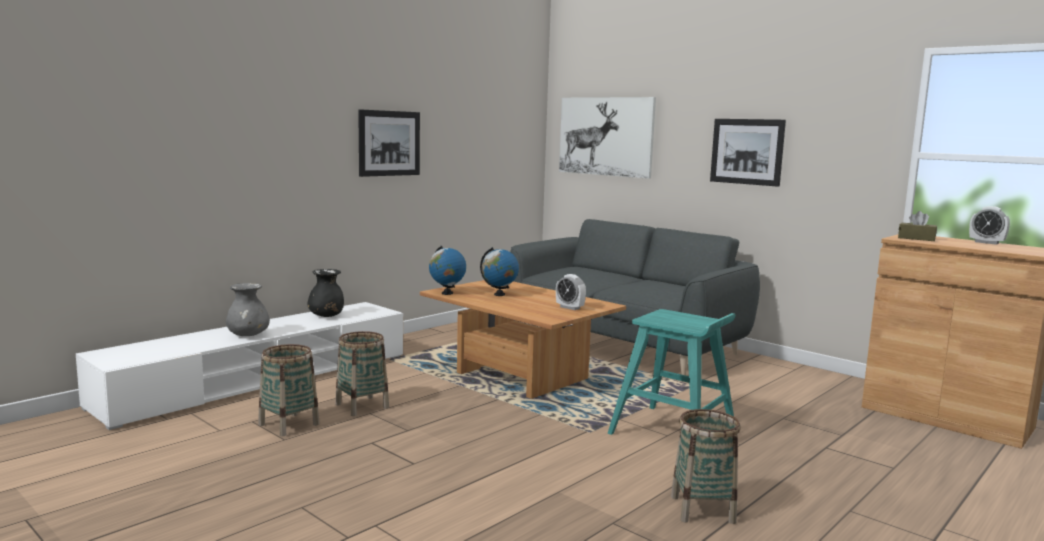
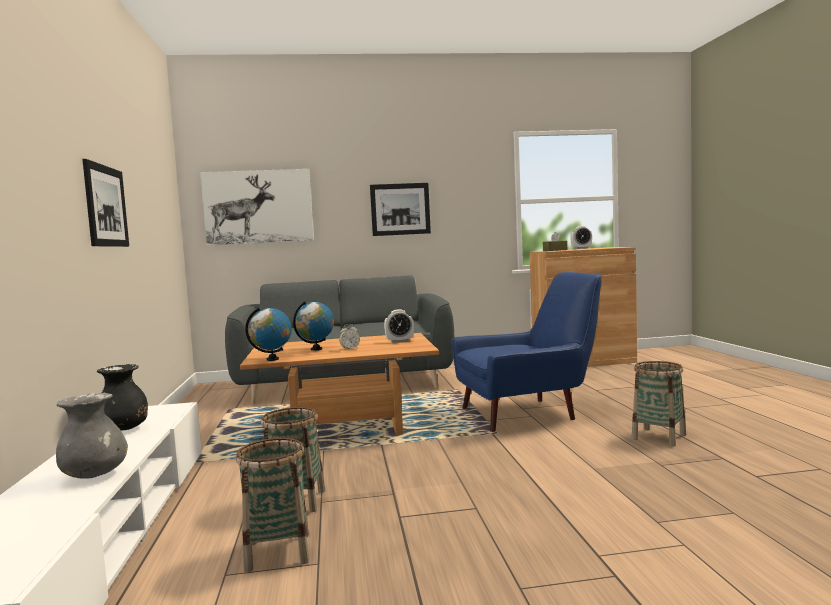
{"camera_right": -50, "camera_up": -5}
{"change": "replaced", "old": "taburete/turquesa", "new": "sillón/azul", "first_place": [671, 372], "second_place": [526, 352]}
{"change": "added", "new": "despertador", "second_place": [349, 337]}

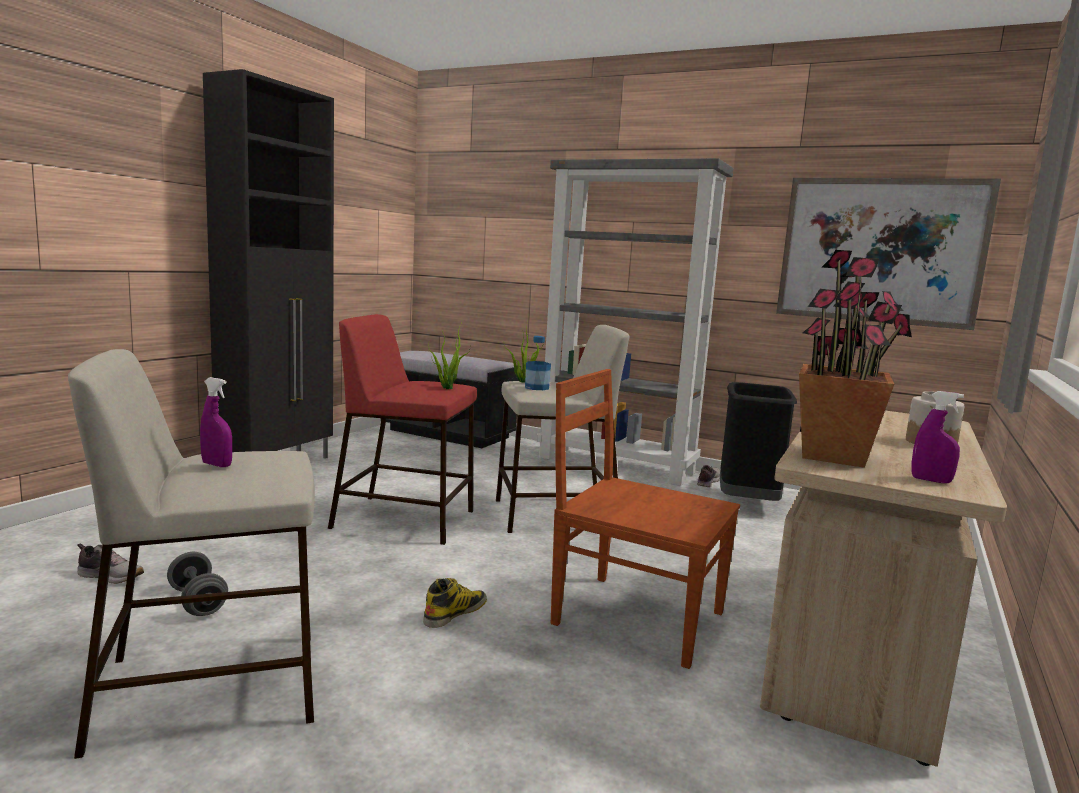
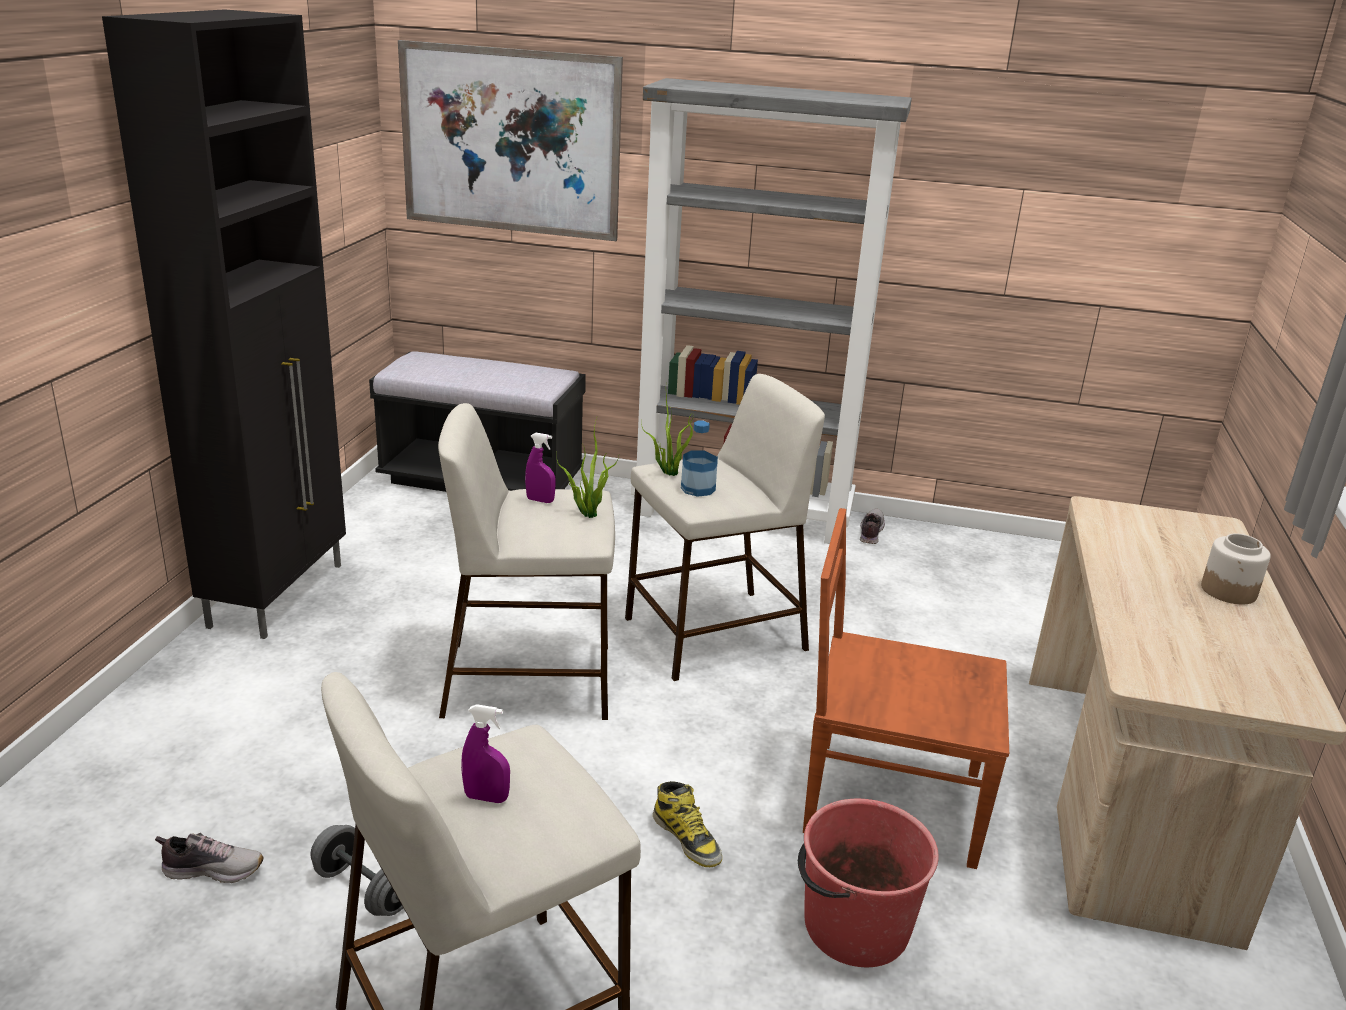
{"camera_right": -15, "camera_up": 15}
{"change": "moved", "old": "cuadro", "first_place": [888, 254], "second_place": [510, 140]}
{"change": "removed", "old": "planta en maceta", "first_place": [855, 359]}
{"change": "recoloured", "old": "taburete/rojo", "new": "taburete/beis", "first_place": [402, 429], "second_place": [526, 561]}
{"change": "removed", "old": "papelera/negro", "first_place": [758, 441]}
{"change": "moved", "old": "pulverizador/morado", "first_place": [937, 437], "second_place": [540, 468]}
{"change": "turned", "old": "bota", "first_place": [455, 603], "second_place": [687, 824], "degrees": 120}
{"change": "added", "new": "cubo/rojo", "second_place": [868, 883]}

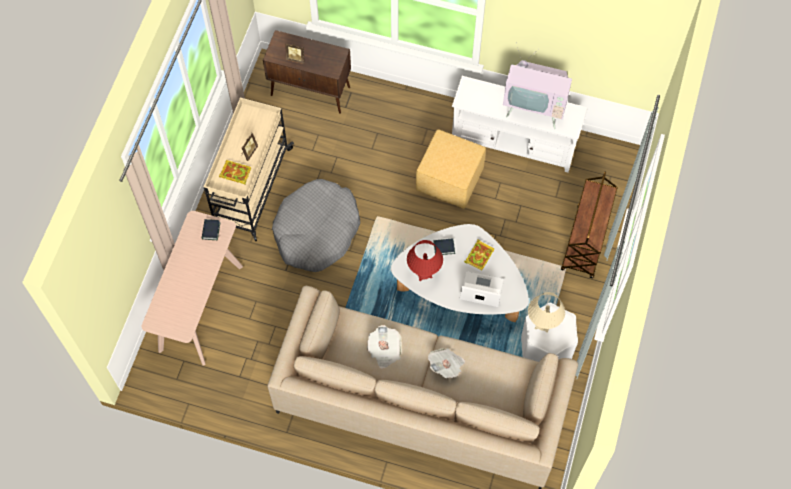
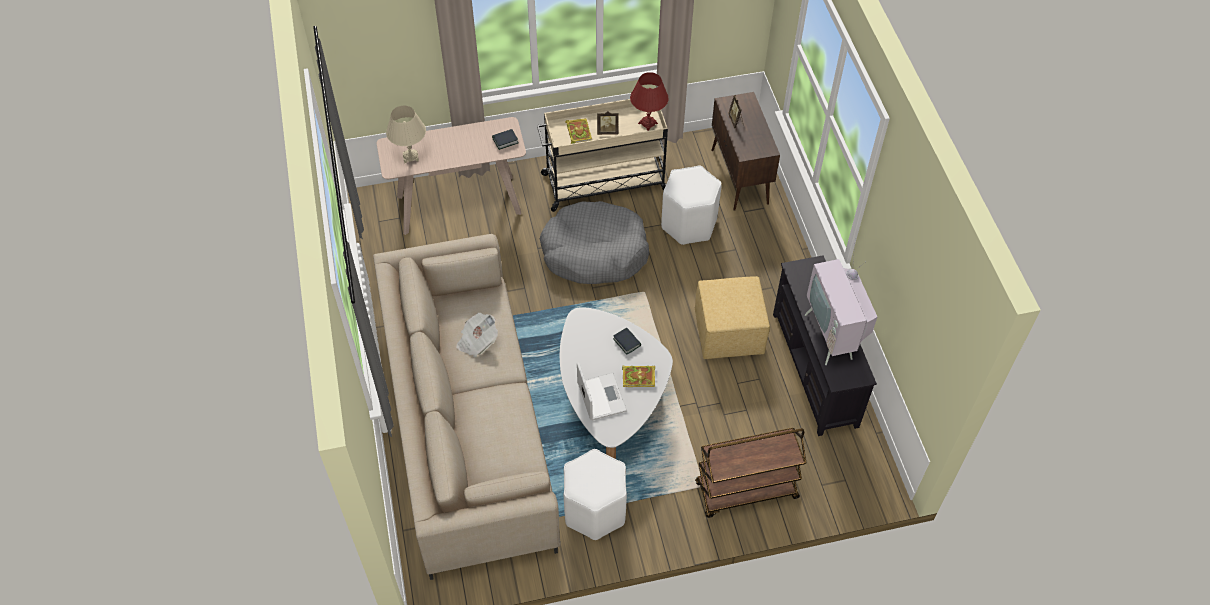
{"camera_right": 60, "camera_up": -10}
{"change": "recoloured", "old": "mueble de televisión/blanco", "new": "mueble de televisión/negro", "first_place": [520, 124], "second_place": [825, 345]}
{"change": "moved", "old": "lámpara de mesa/rojo", "first_place": [425, 260], "second_place": [649, 101]}
{"change": "moved", "old": "lámpara de mesa/beis", "first_place": [546, 312], "second_place": [406, 135]}
{"change": "removed", "old": "periódico", "first_place": [446, 363]}
{"change": "added", "new": "taburete/blanco", "second_place": [691, 205]}

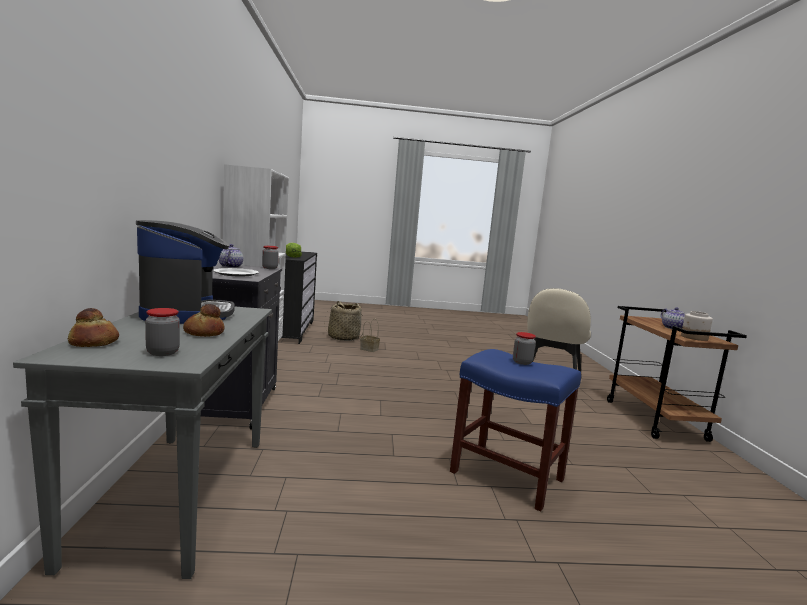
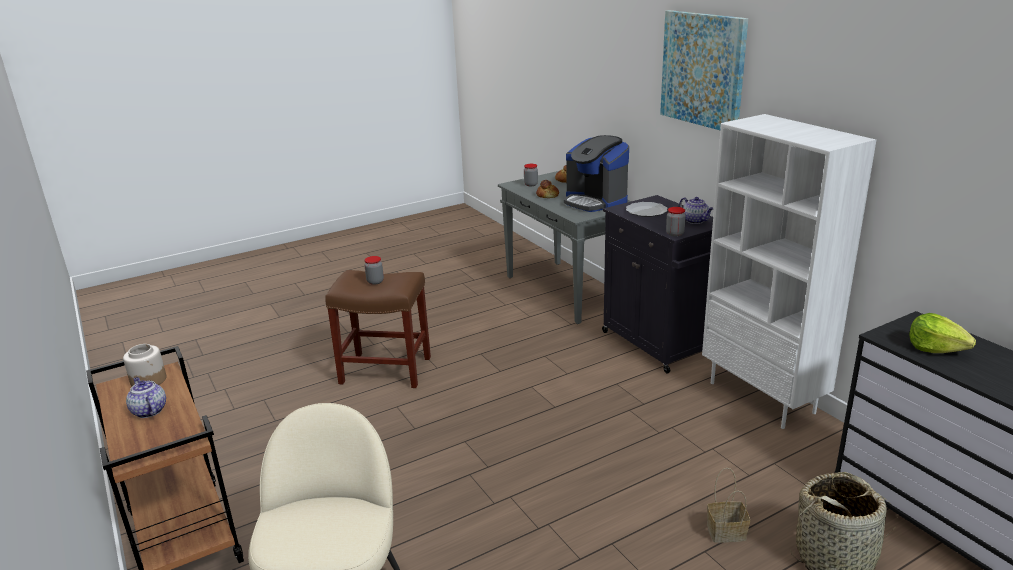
{"camera_right": 155, "camera_up": 15}
{"change": "recoloured", "old": "taburete/azul", "new": "taburete/marrón", "first_place": [515, 430], "second_place": [378, 329]}
{"change": "added", "new": "cuadro", "second_place": [704, 70]}

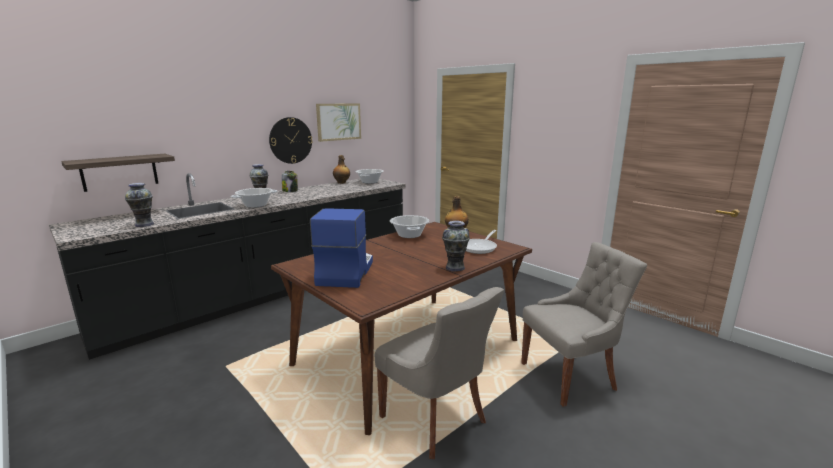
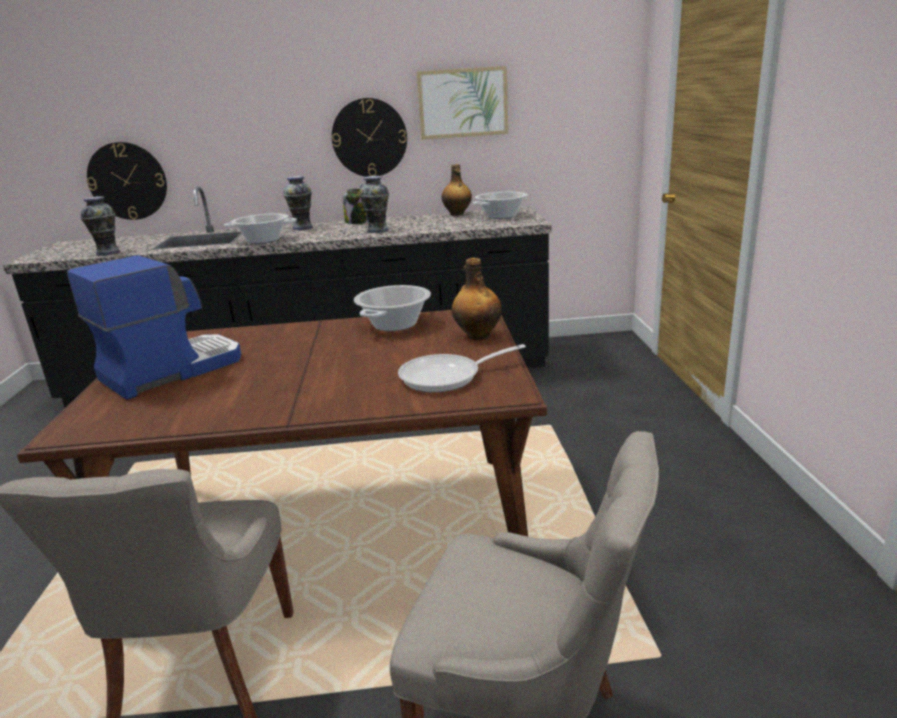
{"camera_right": 40, "camera_up": 5}
{"change": "replaced", "old": "estante", "new": "reloj de pared", "first_place": [118, 173], "second_place": [127, 181]}
{"change": "moved", "old": "florero", "first_place": [456, 246], "second_place": [374, 204]}

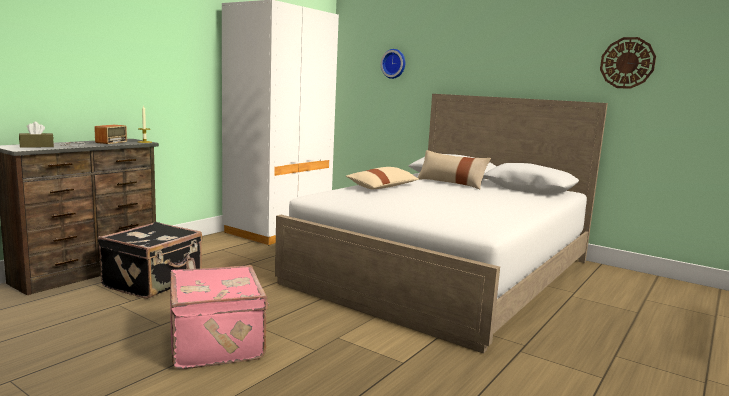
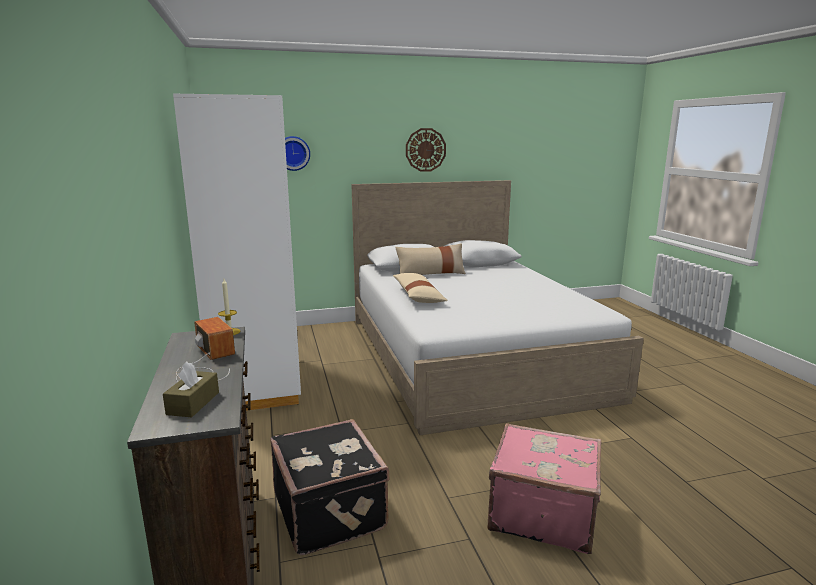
{"camera_right": -50, "camera_up": 5}
{"change": "moved", "old": "reloj de pared", "first_place": [628, 63], "second_place": [426, 150]}

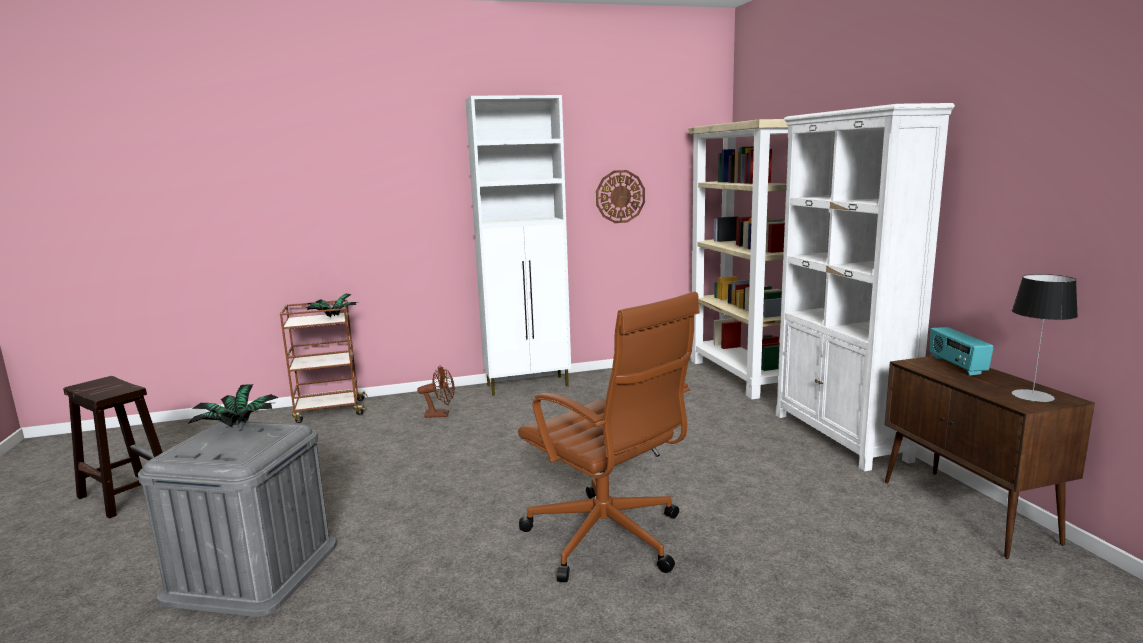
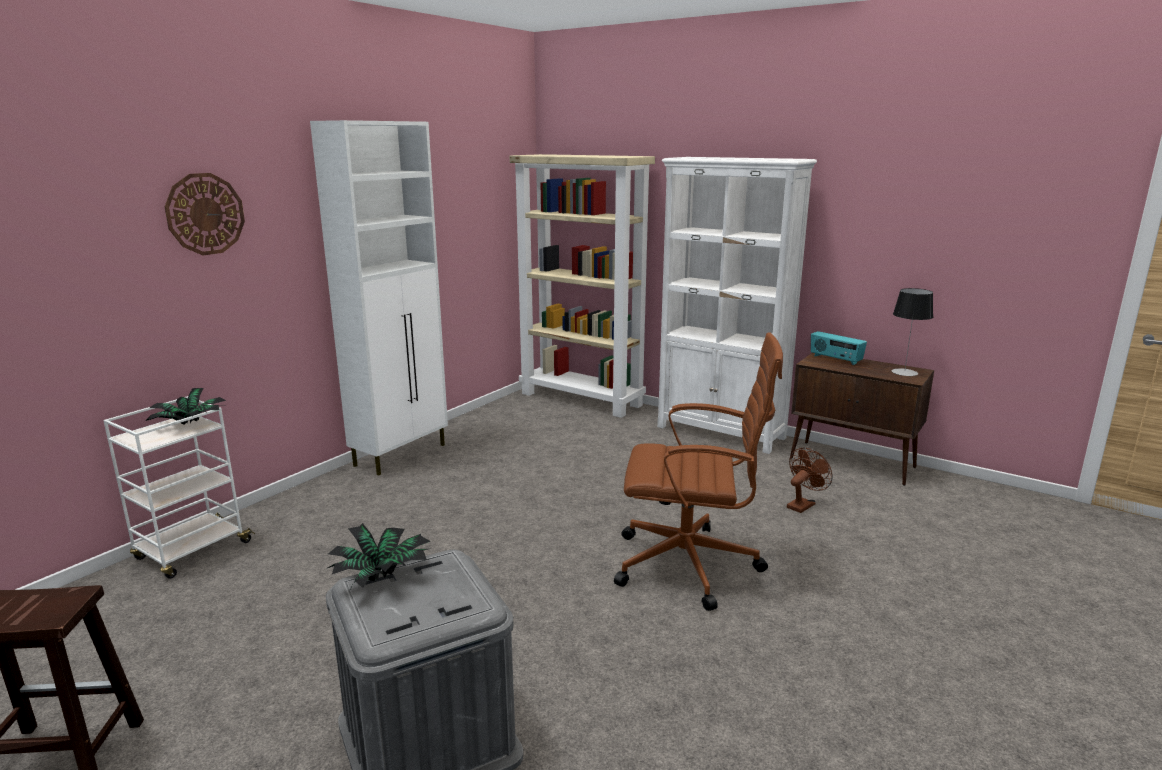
{"camera_right": -40, "camera_up": 5}
{"change": "moved", "old": "reloj de pared", "first_place": [620, 196], "second_place": [205, 214]}
{"change": "recoloured", "old": "carrito/marrón", "new": "carrito/blanco", "first_place": [323, 361], "second_place": [179, 487]}
{"change": "moved", "old": "ventilador/marrón", "first_place": [436, 392], "second_place": [810, 480]}

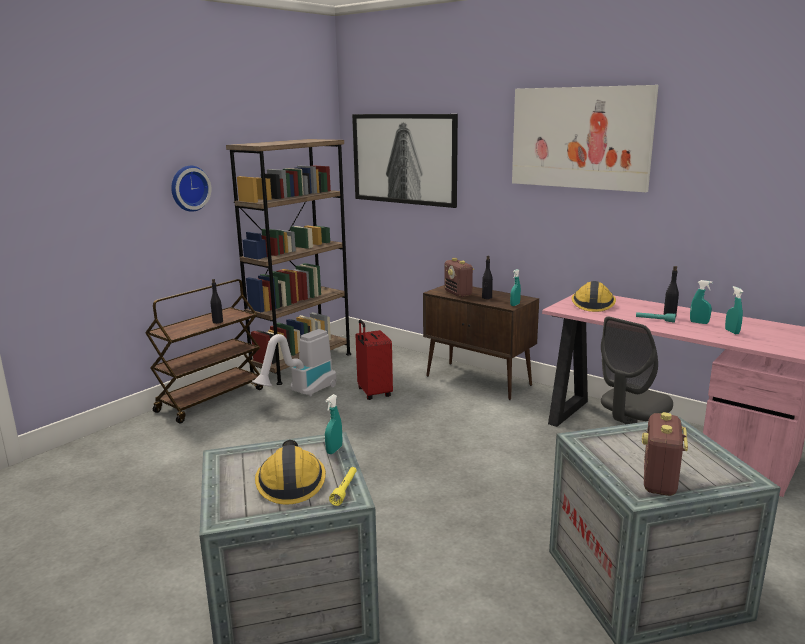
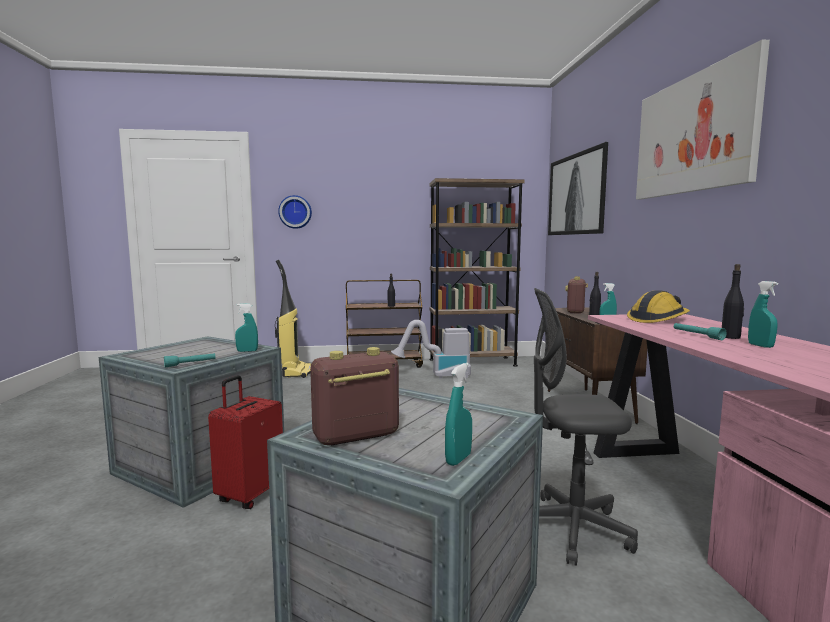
{"camera_right": 45, "camera_up": -10}
{"change": "moved", "old": "reloj de pared", "first_place": [191, 189], "second_place": [295, 212]}
{"change": "moved", "old": "pulverizador/turquesa", "first_place": [734, 310], "second_place": [458, 414]}
{"change": "moved", "old": "maleta/rojo", "first_place": [374, 360], "second_place": [245, 442]}
{"change": "removed", "old": "casco", "first_place": [290, 472]}
{"change": "recoloured", "old": "linterna/amarillo", "new": "linterna/turquesa", "first_place": [343, 486], "second_place": [190, 360]}
{"change": "added", "new": "aspiradora", "second_place": [293, 319]}

